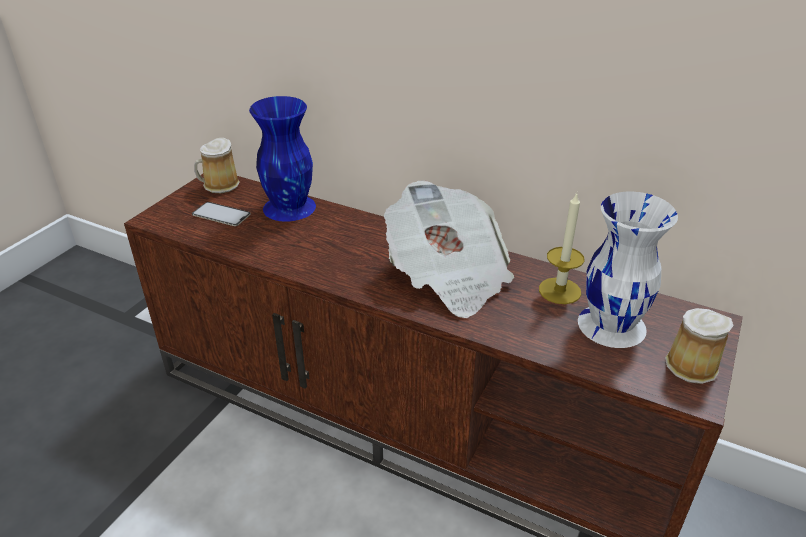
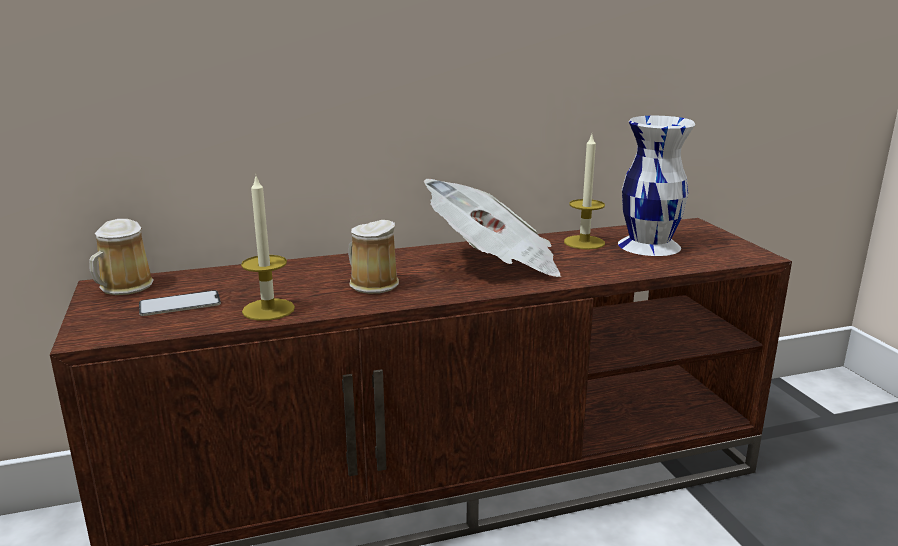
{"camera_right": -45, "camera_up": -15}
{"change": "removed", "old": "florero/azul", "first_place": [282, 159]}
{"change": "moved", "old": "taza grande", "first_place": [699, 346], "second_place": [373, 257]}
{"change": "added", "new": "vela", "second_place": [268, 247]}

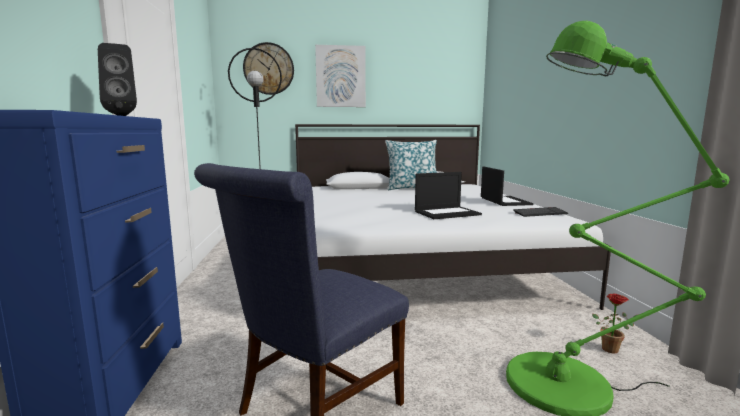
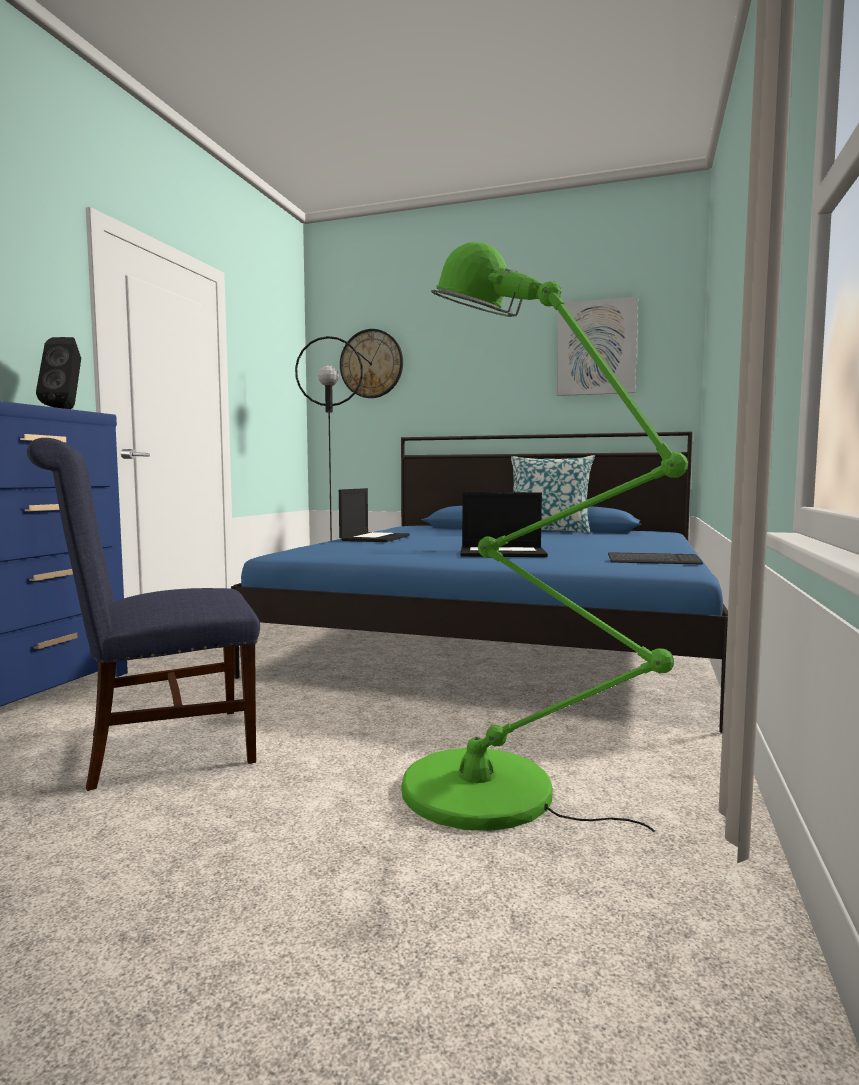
{"camera_right": 25, "camera_up": -5}
{"change": "moved", "old": "cuadro", "first_place": [340, 76], "second_place": [597, 346]}
{"change": "recoloured", "old": "cama/blanco", "new": "cama/azul", "first_place": [453, 217], "second_place": [479, 582]}
{"change": "moved", "old": "portátil", "first_place": [507, 186], "second_place": [374, 515]}
{"change": "removed", "old": "planta en maceta", "first_place": [614, 324]}

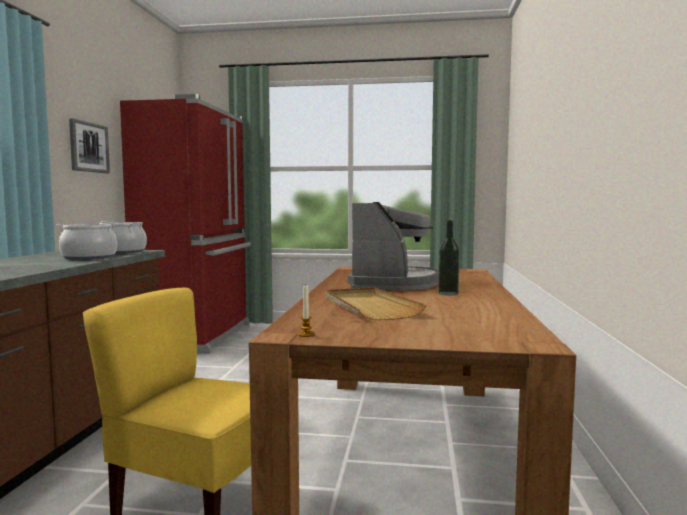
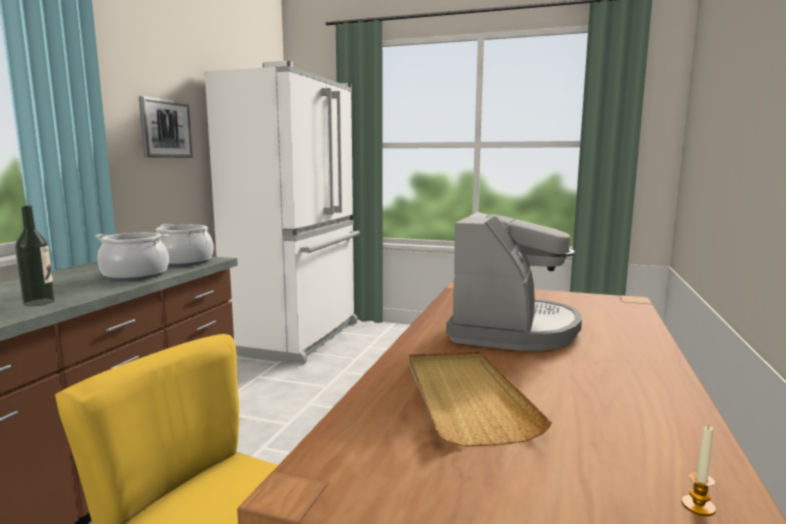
{"camera_right": 10, "camera_up": 5}
{"change": "recoloured", "old": "nevera/rojo", "new": "nevera/blanco", "first_place": [185, 224], "second_place": [282, 212]}
{"change": "moved", "old": "botella", "first_place": [449, 257], "second_place": [35, 255]}
{"change": "moved", "old": "vela", "first_place": [306, 311], "second_place": [699, 470]}

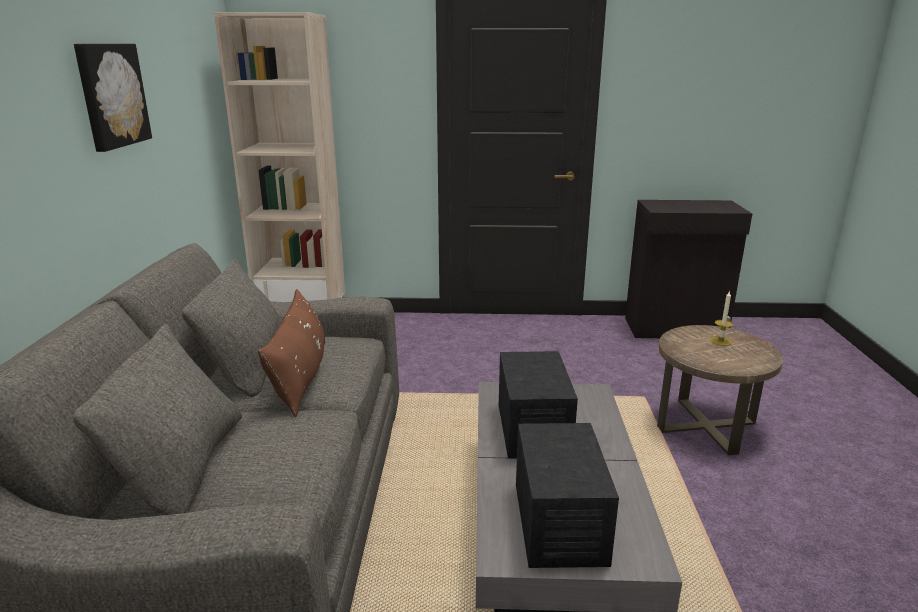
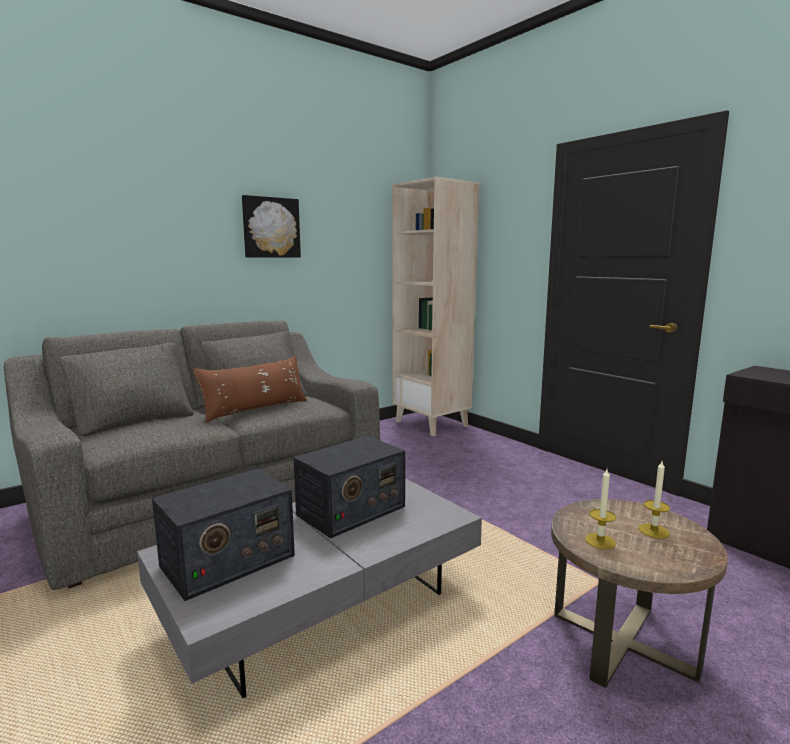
{"camera_right": 50, "camera_up": -10}
{"change": "added", "new": "vela", "second_place": [600, 509]}

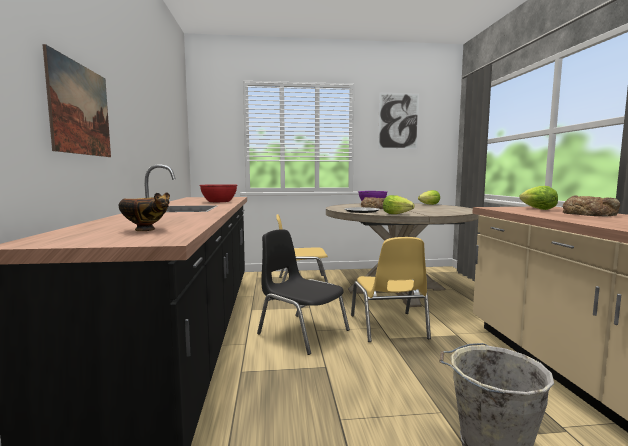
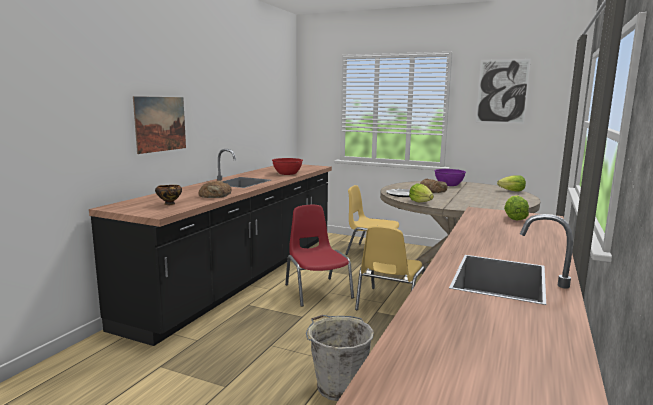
{"camera_right": 30, "camera_up": 5}
{"change": "moved", "old": "pan", "first_place": [591, 206], "second_place": [215, 189]}
{"change": "recoloured", "old": "silla/negro", "new": "silla/rojo", "first_place": [303, 292], "second_place": [319, 256]}

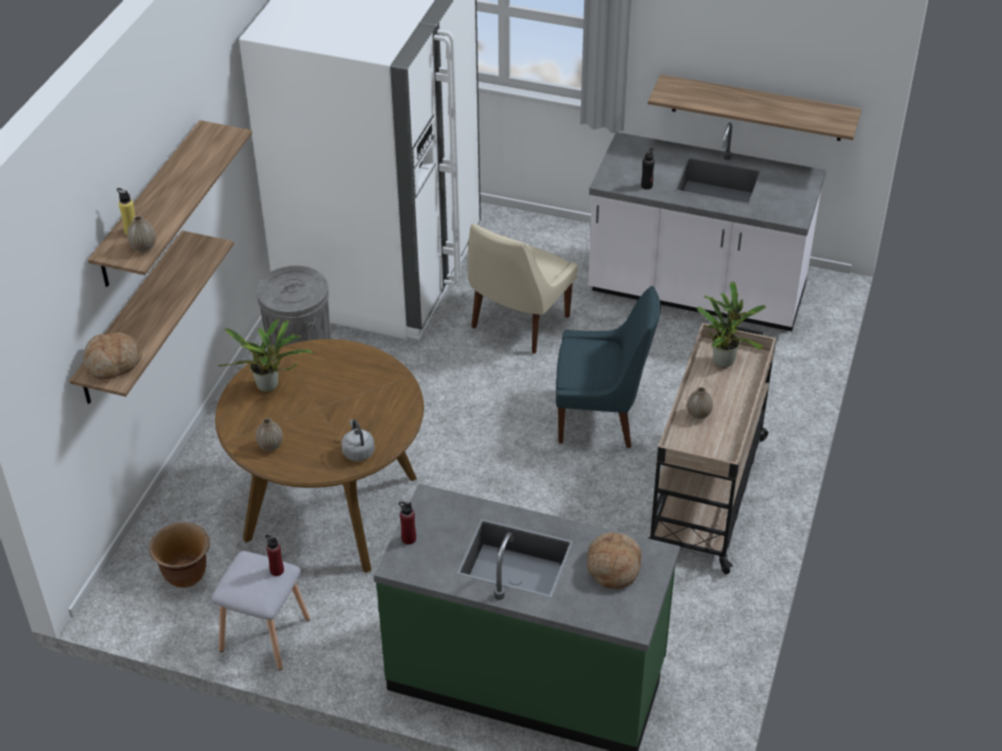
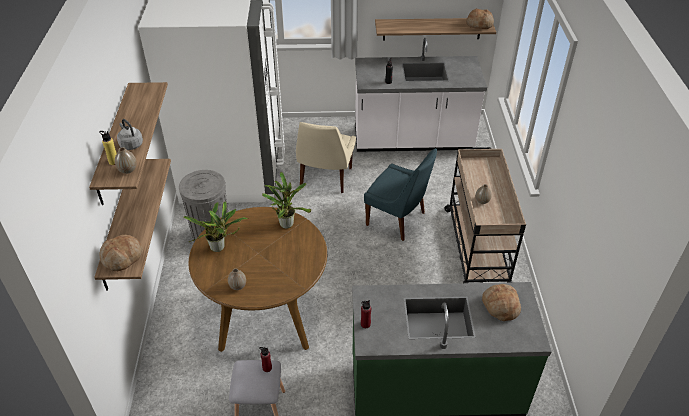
{"camera_right": -20, "camera_up": 0}
{"change": "moved", "old": "planta en maceta", "first_place": [731, 324], "second_place": [286, 200]}
{"change": "turned", "old": "silla/azul", "first_place": [608, 367], "second_place": [400, 194], "degrees": 45}
{"change": "moved", "old": "hervidor/gris", "first_place": [358, 440], "second_place": [130, 134]}
{"change": "removed", "old": "maceta/marrón", "first_place": [179, 555]}
{"change": "added", "new": "pan", "second_place": [480, 19]}

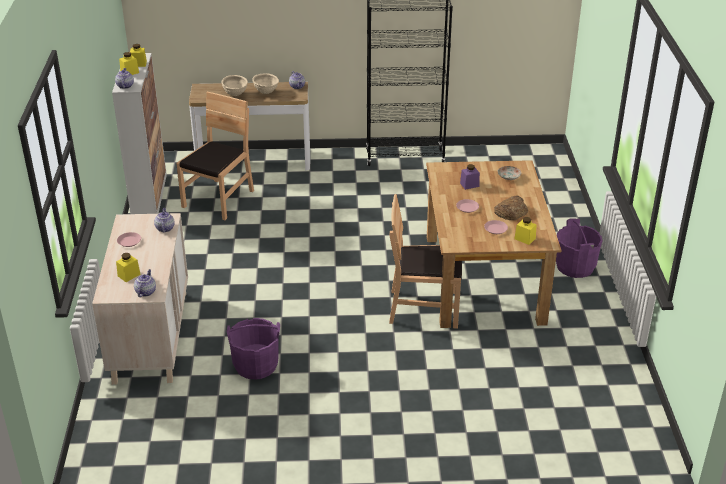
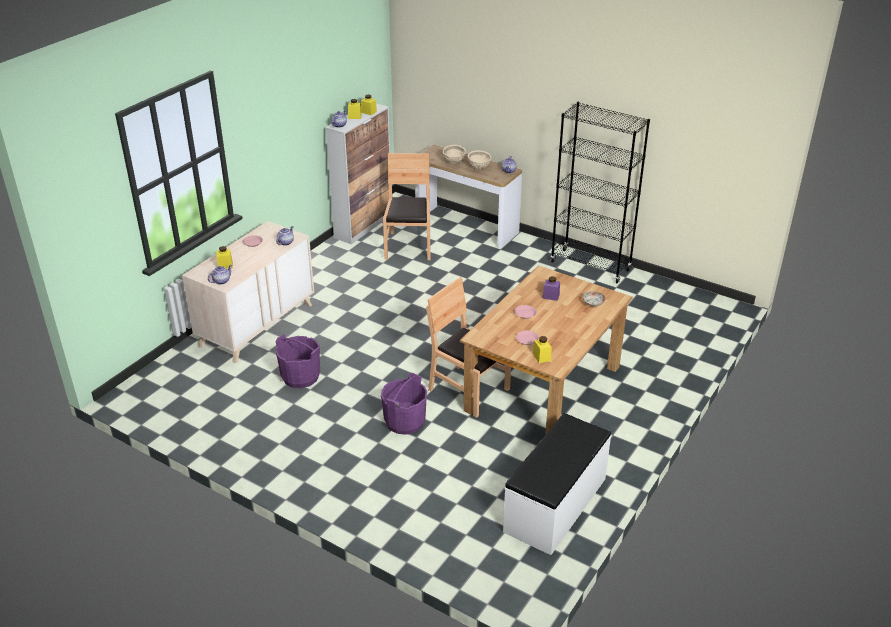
{"camera_right": 35, "camera_up": 0}
{"change": "turned", "old": "silla/marrón", "first_place": [215, 156], "second_place": [407, 206], "degrees": -60}
{"change": "removed", "old": "pan", "first_place": [511, 208]}
{"change": "moved", "old": "cubo/morado", "first_place": [579, 248], "second_place": [404, 404]}
{"change": "added", "new": "banco/blanco", "second_place": [557, 484]}

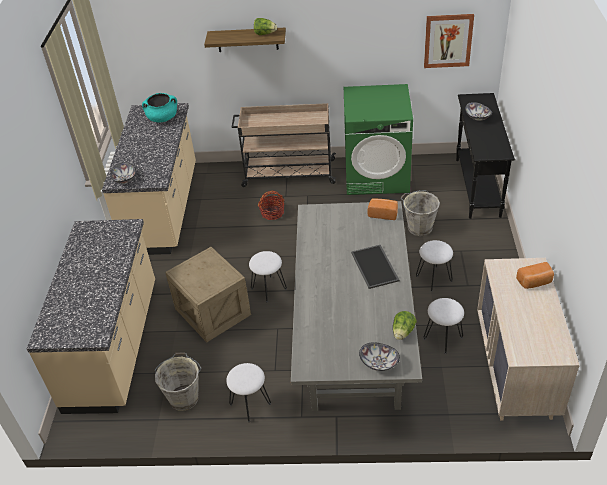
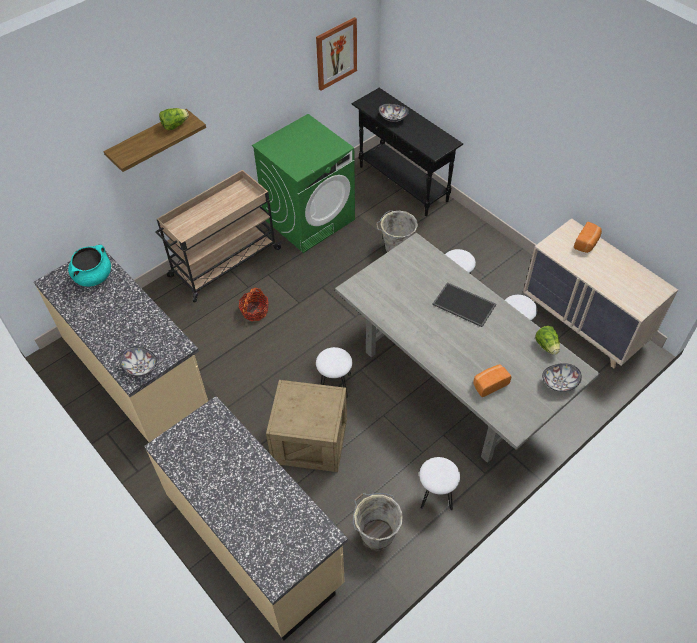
{"camera_right": -45, "camera_up": 10}
{"change": "moved", "old": "pan", "first_place": [382, 209], "second_place": [492, 380]}

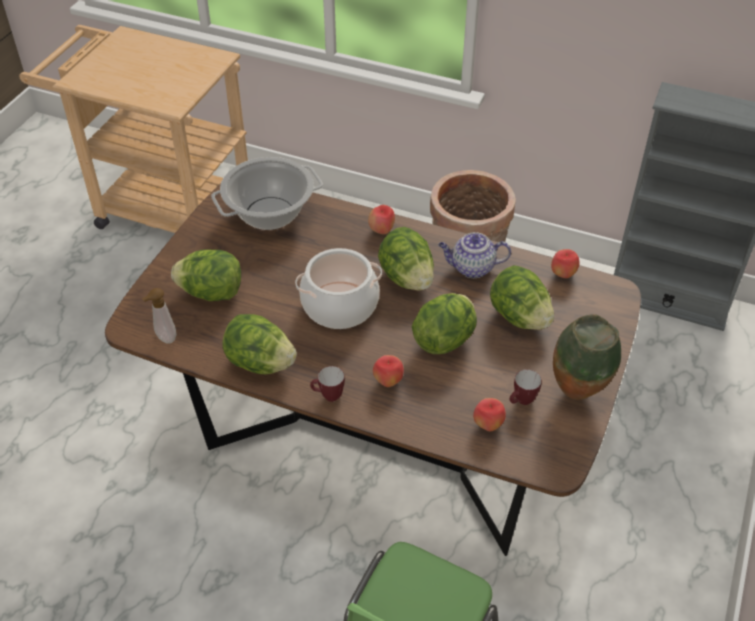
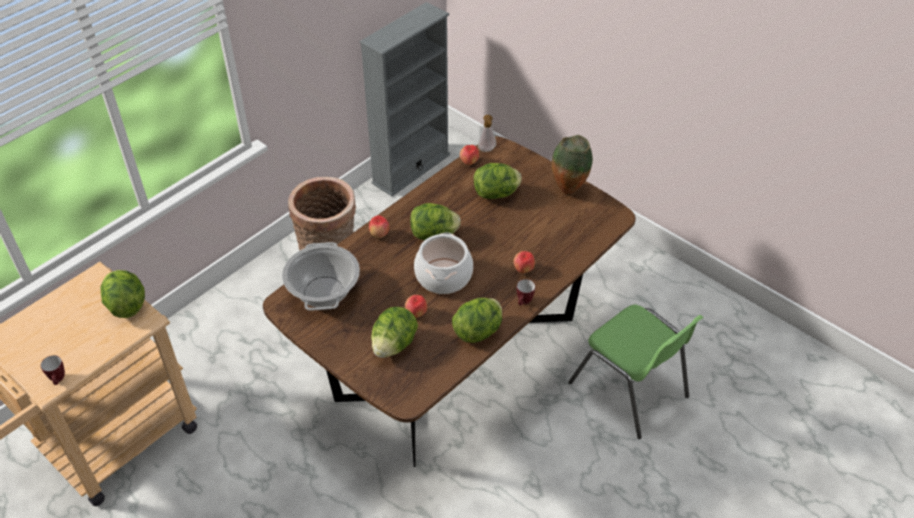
{"camera_right": -70, "camera_up": 0}
{"change": "removed", "old": "tetera", "first_place": [474, 255]}
{"change": "moved", "old": "dispensador de jabón", "first_place": [159, 316], "second_place": [487, 133]}
{"change": "moved", "old": "lechuga", "first_place": [444, 323], "second_place": [122, 294]}
{"change": "moved", "old": "taza grande", "first_place": [525, 387], "second_place": [53, 370]}
{"change": "moved", "old": "manzana", "first_place": [489, 414], "second_place": [416, 306]}

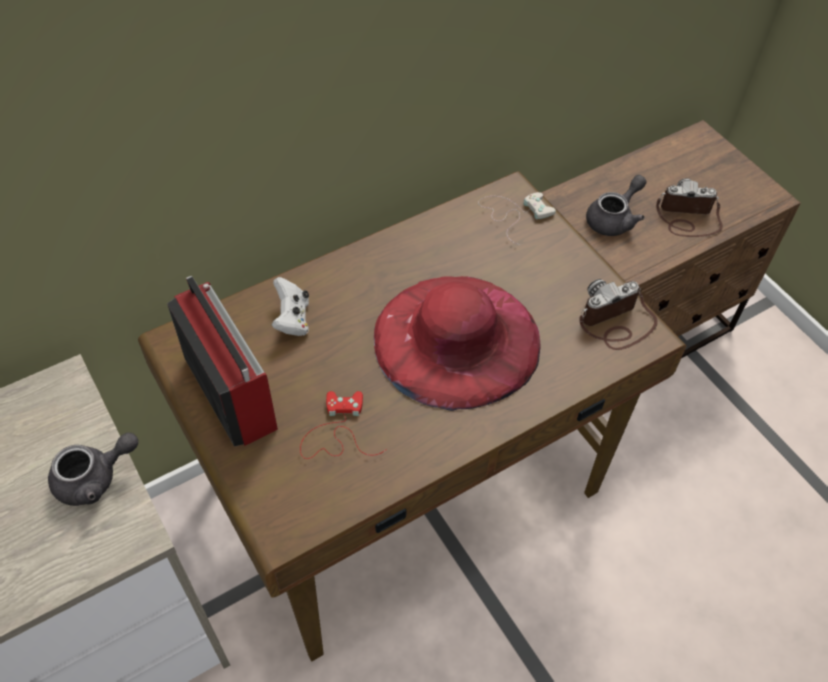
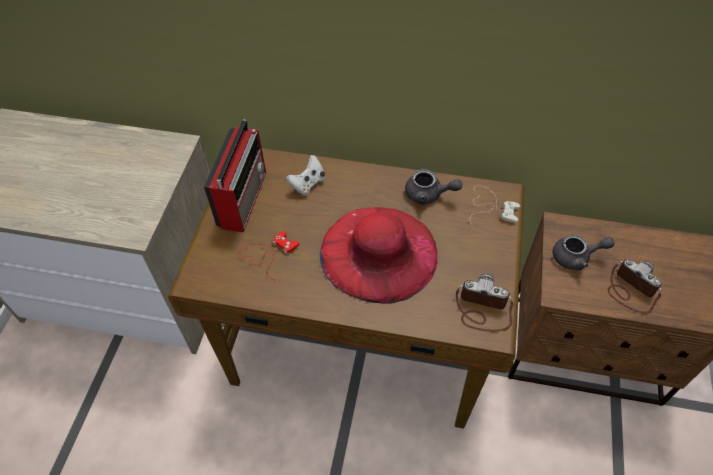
{"camera_right": 45, "camera_up": 0}
{"change": "moved", "old": "tetera/gris", "first_place": [93, 469], "second_place": [433, 187]}

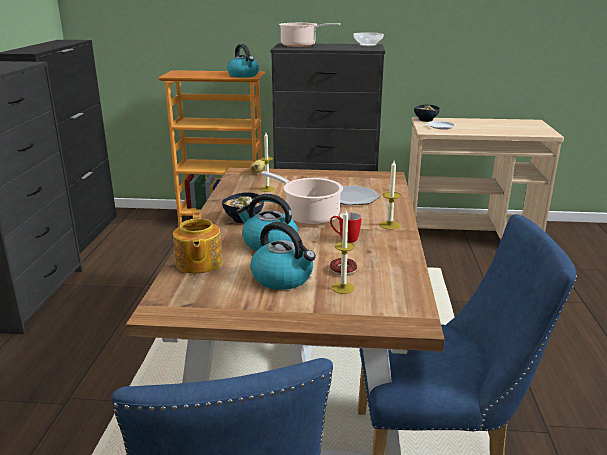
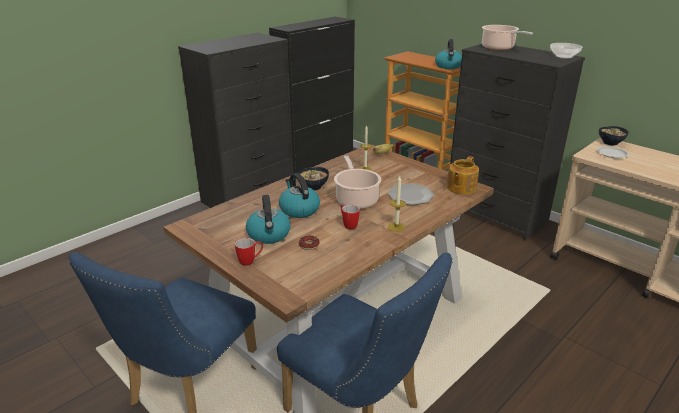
{"camera_right": 40, "camera_up": 5}
{"change": "removed", "old": "vela", "first_place": [343, 252]}
{"change": "moved", "old": "tetera", "first_place": [198, 243], "second_place": [463, 175]}
{"change": "added", "new": "taza grande", "second_place": [249, 252]}

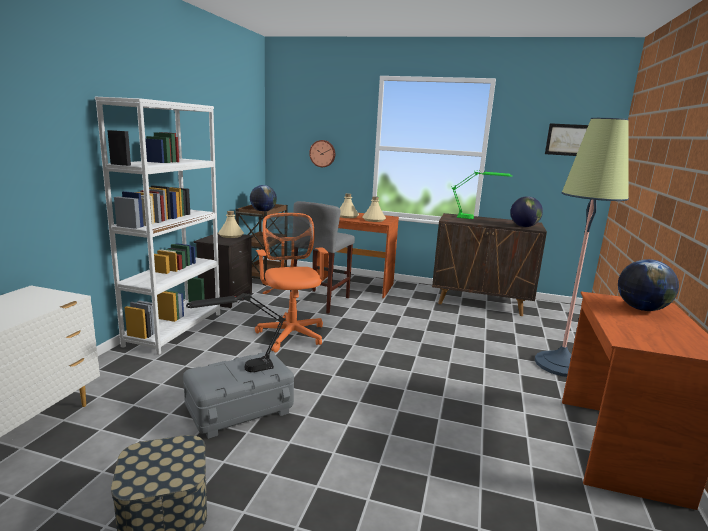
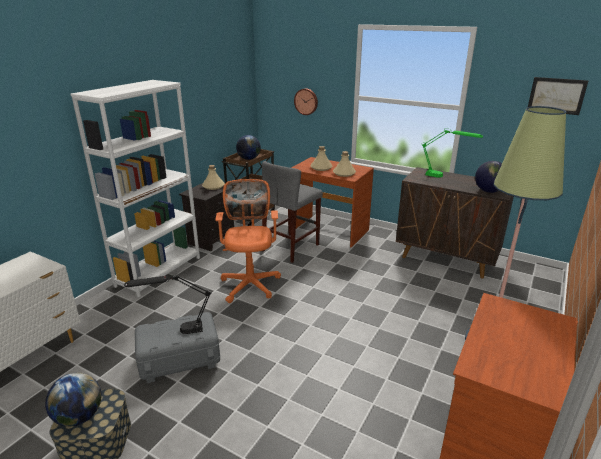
{"camera_right": 15, "camera_up": 10}
{"change": "moved", "old": "globo terráqueo", "first_place": [648, 285], "second_place": [73, 399]}

